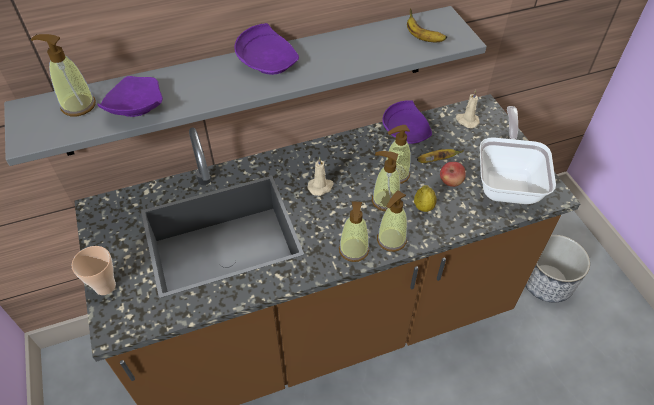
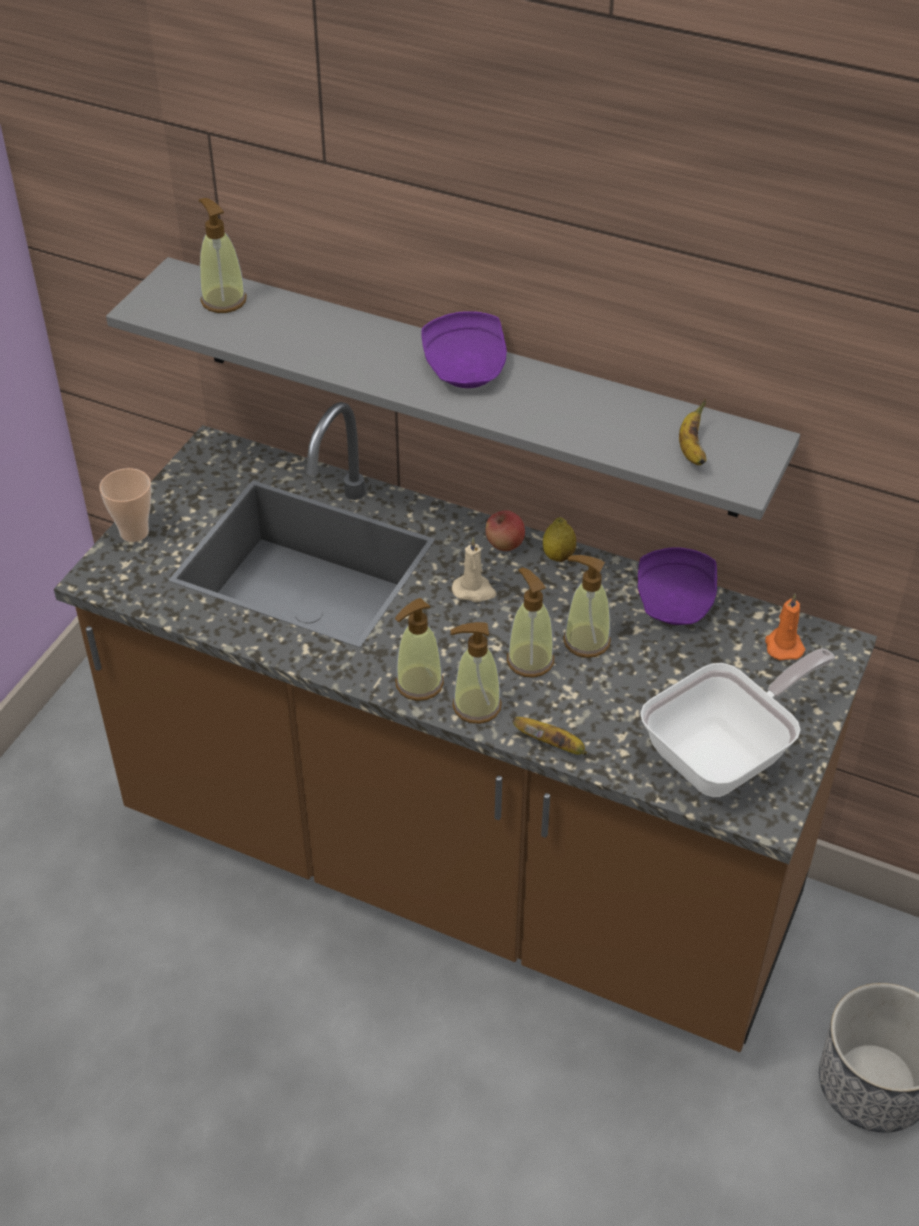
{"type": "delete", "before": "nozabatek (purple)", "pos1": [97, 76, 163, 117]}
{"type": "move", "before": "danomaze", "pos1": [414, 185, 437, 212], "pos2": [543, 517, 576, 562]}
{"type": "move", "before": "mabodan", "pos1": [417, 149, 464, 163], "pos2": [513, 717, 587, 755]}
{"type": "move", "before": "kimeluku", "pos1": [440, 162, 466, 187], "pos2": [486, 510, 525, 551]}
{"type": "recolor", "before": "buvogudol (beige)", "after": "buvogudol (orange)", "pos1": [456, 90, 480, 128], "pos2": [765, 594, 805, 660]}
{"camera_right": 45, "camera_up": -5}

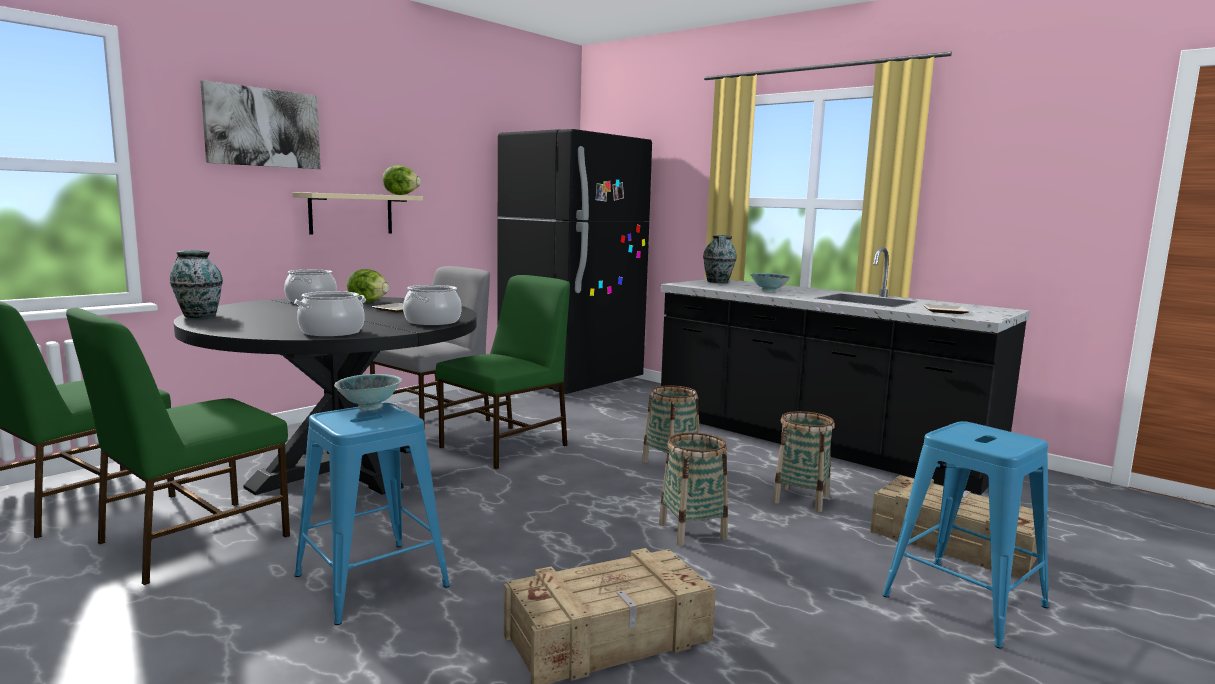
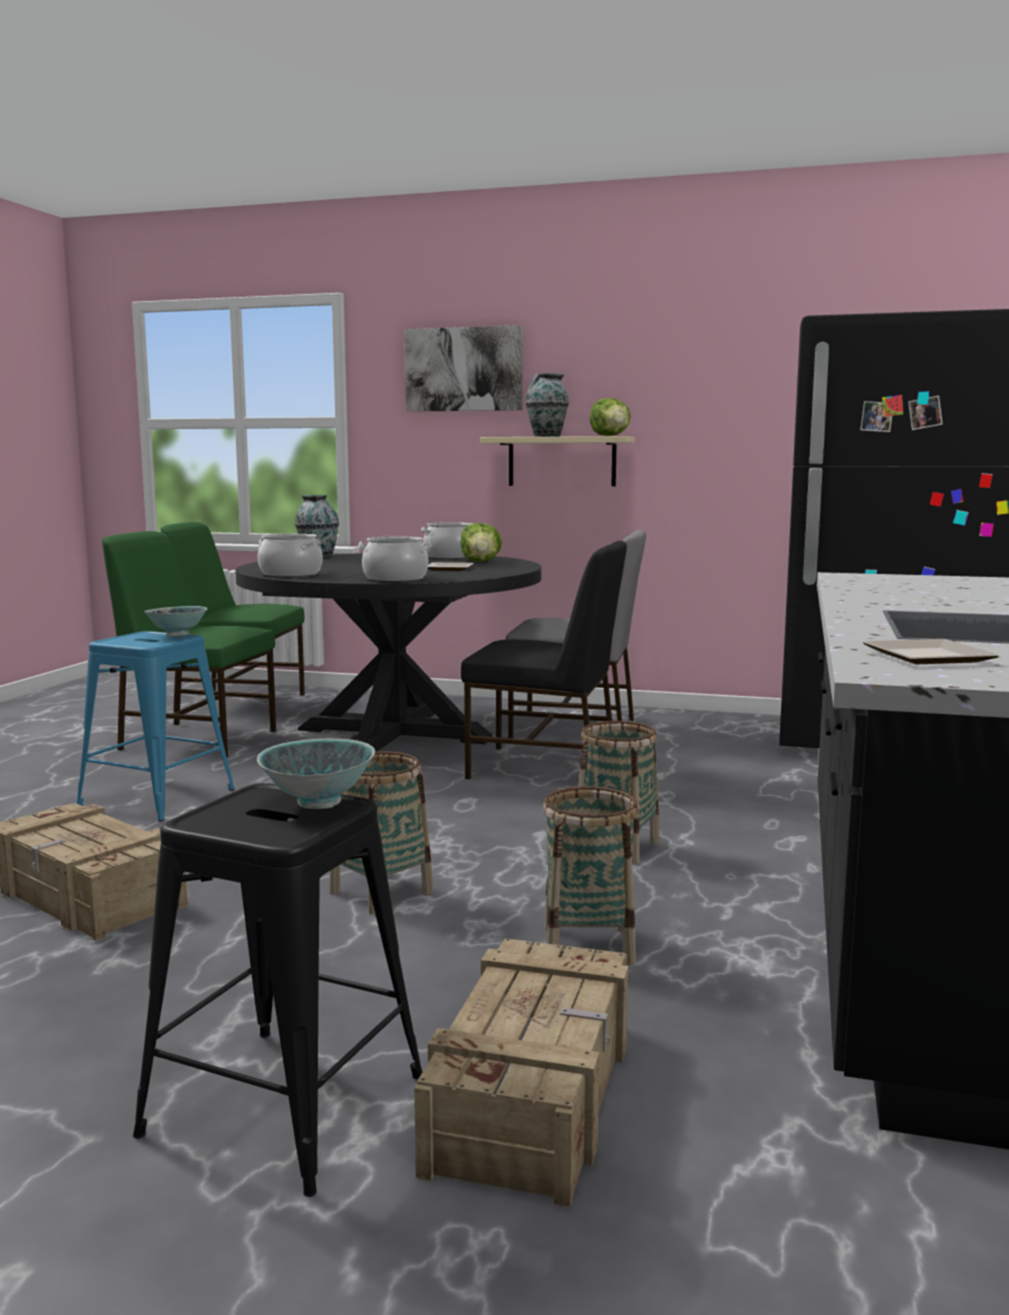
{"type": "move", "before": "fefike", "pos1": [703, 235, 737, 283], "pos2": [525, 373, 569, 437]}
{"type": "move", "before": "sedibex", "pos1": [750, 273, 791, 292], "pos2": [257, 739, 375, 809]}
{"type": "recolor", "before": "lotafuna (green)", "after": "lotafuna (black)", "pos1": [436, 275, 570, 469], "pos2": [461, 541, 627, 779]}
{"type": "recolor", "before": "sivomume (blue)", "after": "sivomume (black)", "pos1": [883, 421, 1049, 649], "pos2": [133, 783, 422, 1197]}
{"camera_right": 65, "camera_up": 0}

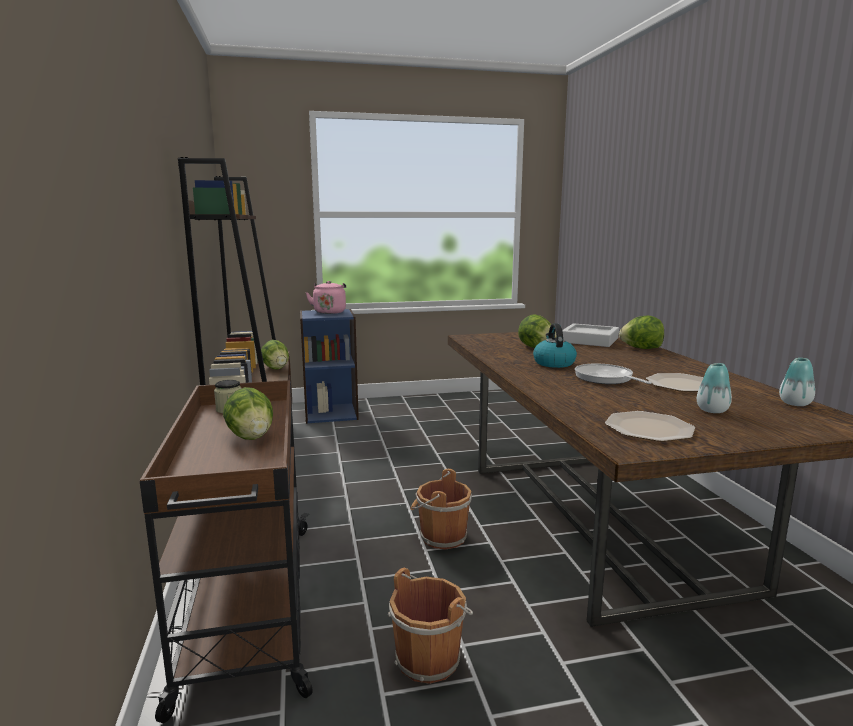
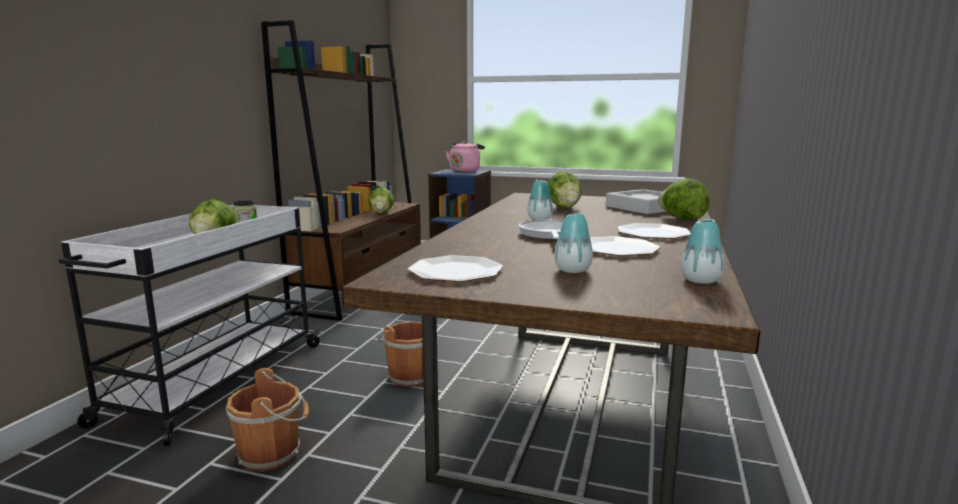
{"type": "insert", "after": "nozabatek", "pos2": [618, 223, 691, 239]}
{"type": "replace", "before": "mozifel", "after": "fefike", "pos1": [533, 323, 577, 368], "pos2": [527, 180, 553, 220]}
{"type": "recolor", "before": "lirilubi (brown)", "after": "lirilubi (white)", "pos1": [140, 380, 313, 723], "pos2": [59, 204, 321, 446]}
{"camera_right": 30, "camera_up": 0}

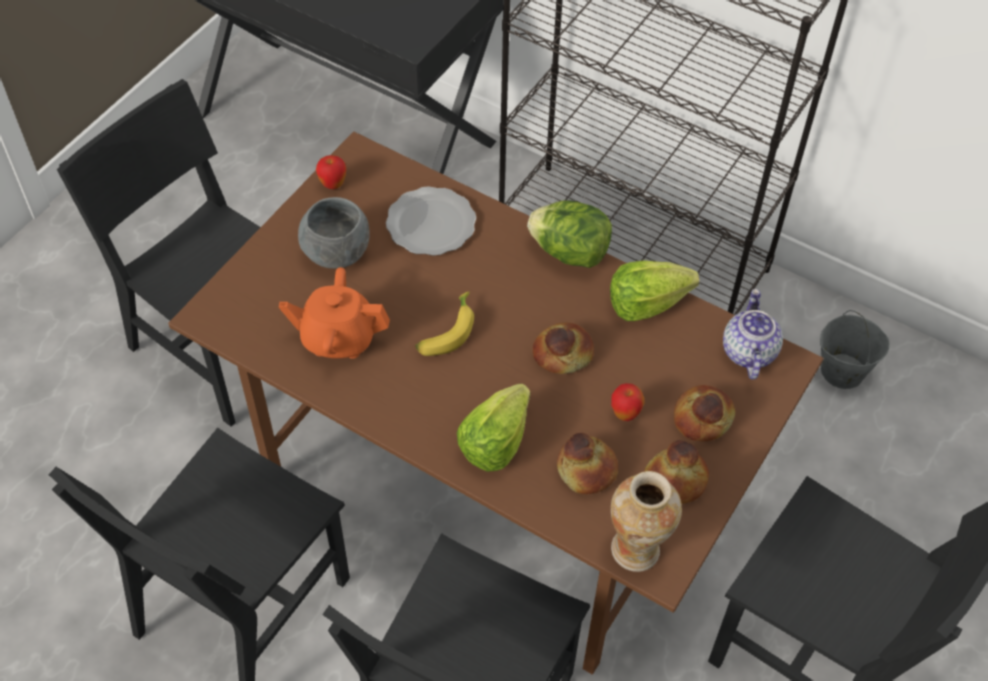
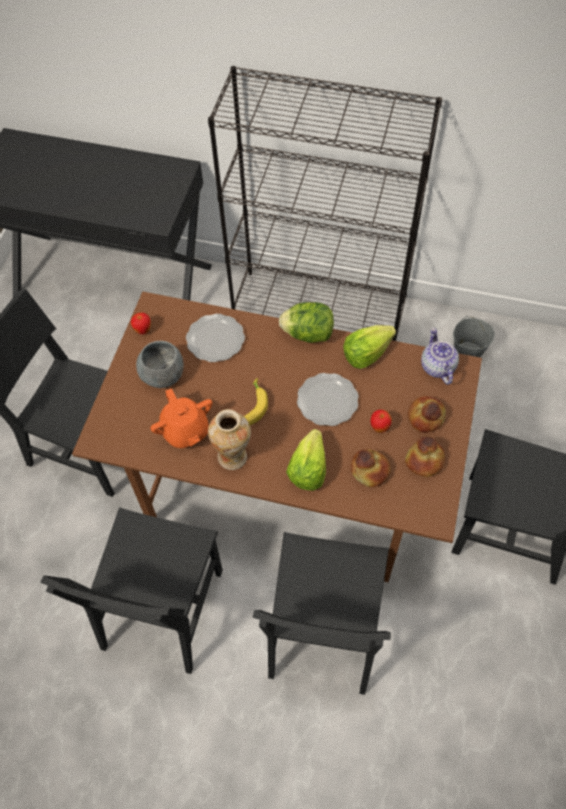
{"type": "move", "before": "fefike", "pos1": [611, 471, 682, 572], "pos2": [208, 409, 251, 470]}
{"type": "replace", "before": "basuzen", "after": "nozabatek", "pos1": [533, 322, 594, 374], "pos2": [297, 373, 359, 426]}
{"type": "rotate", "before": "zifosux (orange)", "pos1": [279, 267, 390, 359], "pos2": [150, 388, 213, 448], "turn": -105}
{"camera_right": -15, "camera_up": 5}

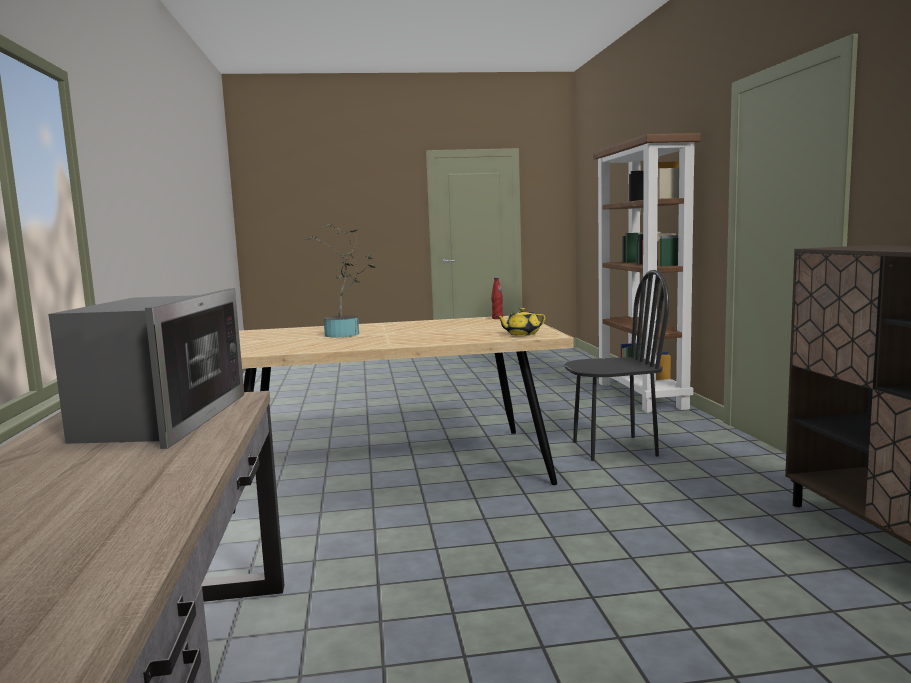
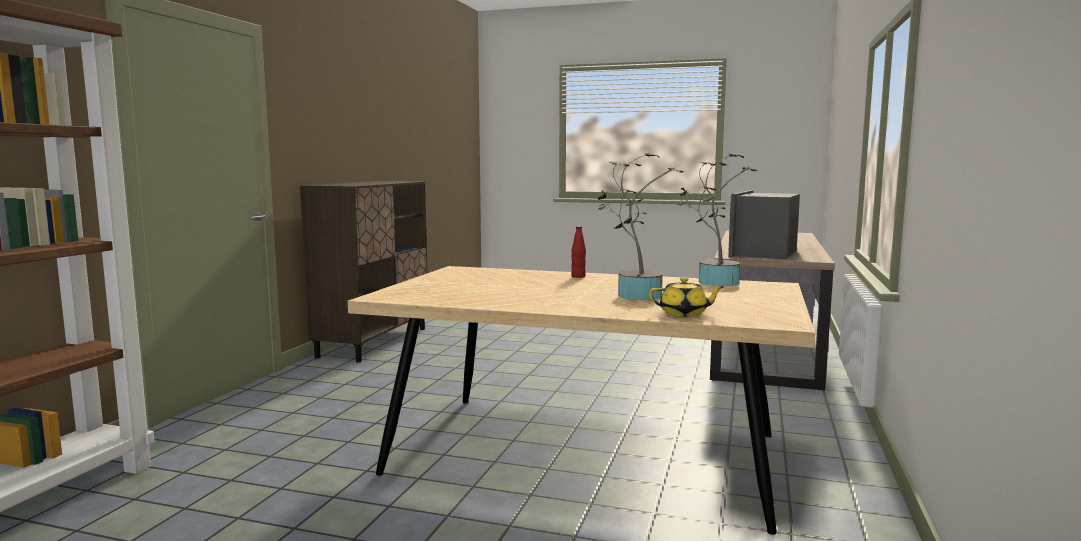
{"type": "delete", "before": "lotafuna (black)", "pos1": [564, 270, 669, 461]}
{"type": "insert", "after": "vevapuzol", "pos2": [678, 153, 757, 286]}
{"type": "move", "before": "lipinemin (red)", "pos1": [491, 278, 503, 319], "pos2": [571, 226, 586, 278]}
{"type": "move", "before": "zifosux (yellow)", "pos1": [497, 308, 546, 336], "pos2": [649, 278, 725, 317]}
{"camera_right": -155, "camera_up": 0}

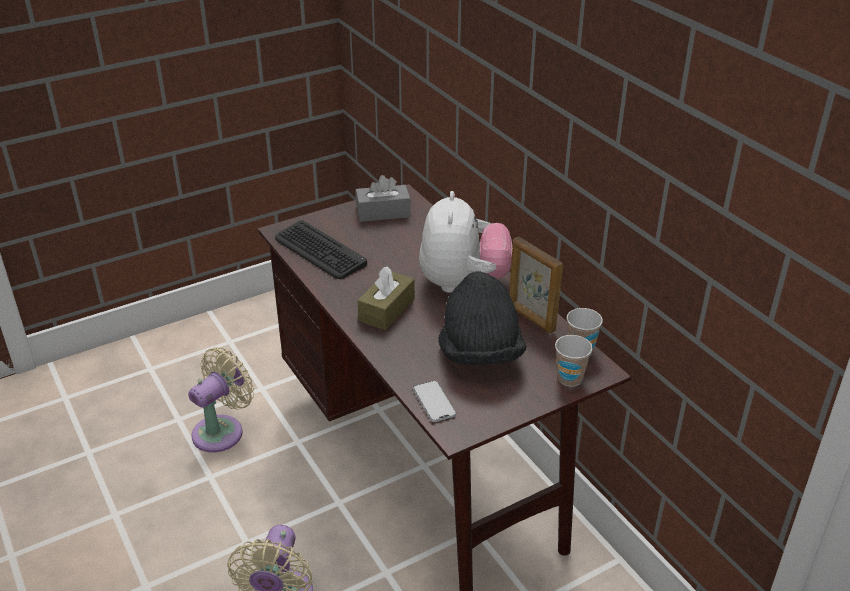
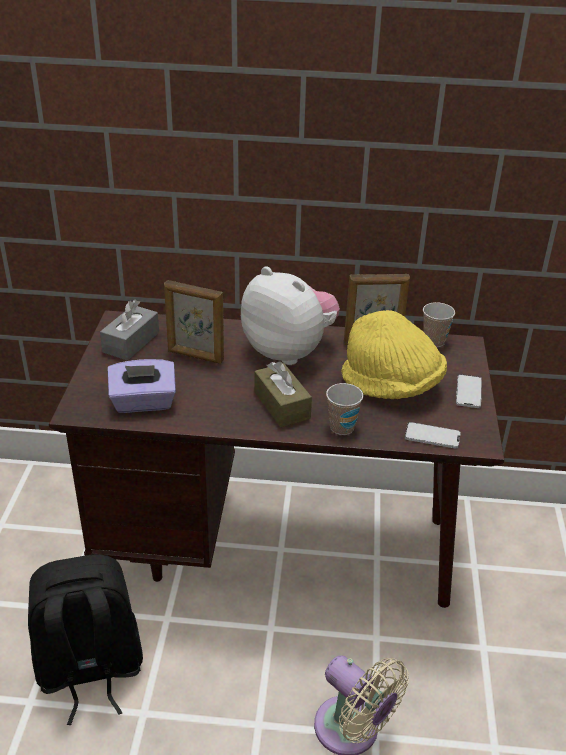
{"type": "insert", "after": "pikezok", "pos2": [164, 280, 224, 364]}
{"type": "insert", "after": "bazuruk", "pos2": [456, 374, 482, 408]}
{"type": "move", "before": "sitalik", "pos1": [555, 335, 593, 387], "pos2": [326, 383, 363, 435]}
{"type": "replace", "before": "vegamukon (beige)", "after": "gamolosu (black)", "pos1": [188, 347, 254, 452], "pos2": [28, 554, 143, 725]}
{"type": "replace", "before": "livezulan", "after": "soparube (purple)", "pos1": [275, 220, 367, 279], "pos2": [108, 359, 176, 413]}
{"type": "recolor", "before": "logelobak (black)", "after": "logelobak (yellow)", "pos1": [438, 271, 527, 365], "pos2": [341, 310, 447, 399]}
{"camera_right": -55, "camera_up": 0}

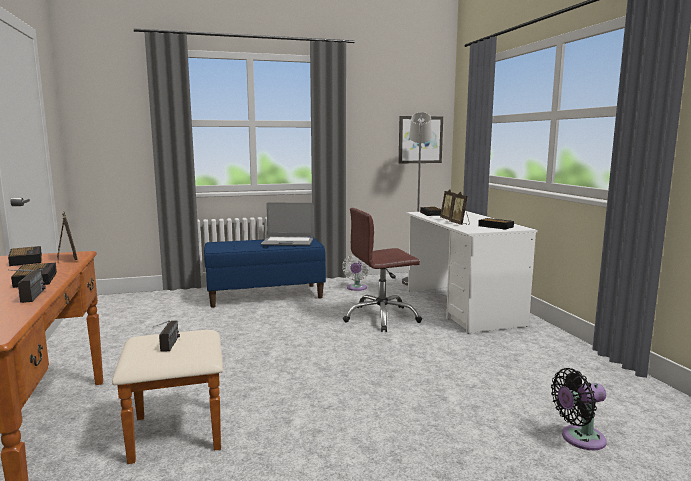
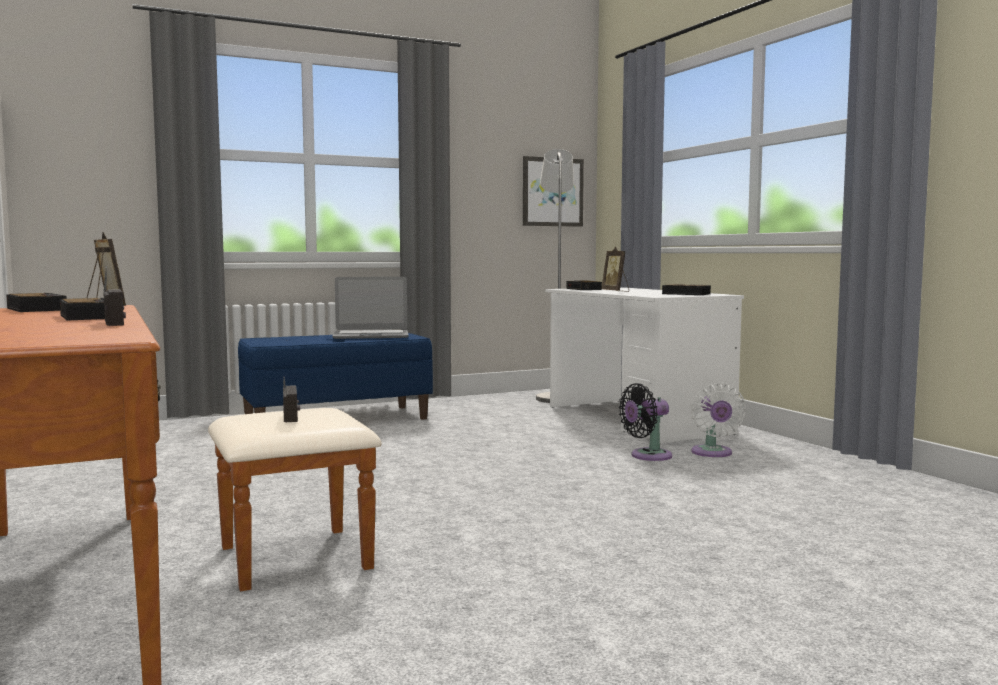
{"type": "delete", "before": "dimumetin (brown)", "pos1": [343, 208, 422, 332]}
{"type": "delete", "before": "pikezok", "pos1": [450, 191, 470, 225]}
{"type": "move", "before": "vegamukon (white)", "pos1": [342, 254, 370, 291], "pos2": [691, 383, 746, 457]}
{"type": "move", "before": "vegamukon (black)", "pos1": [551, 368, 607, 450], "pos2": [619, 383, 672, 461]}
{"camera_right": -10, "camera_up": -5}

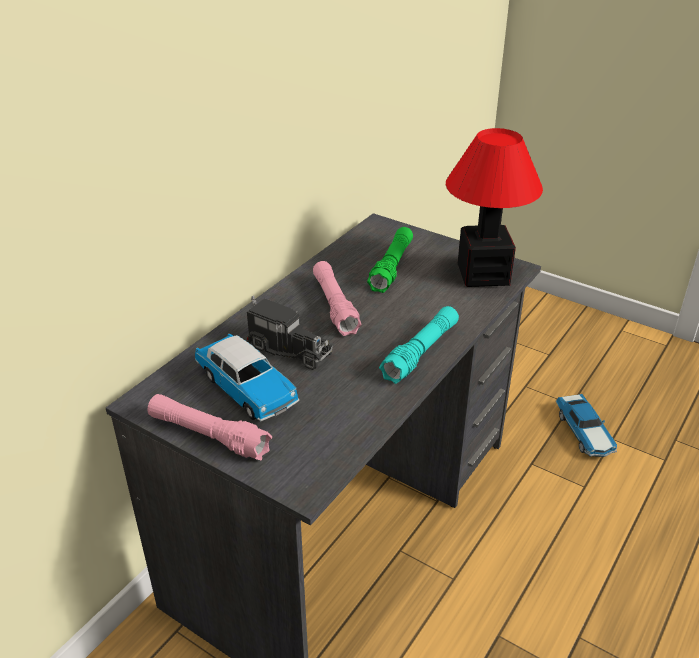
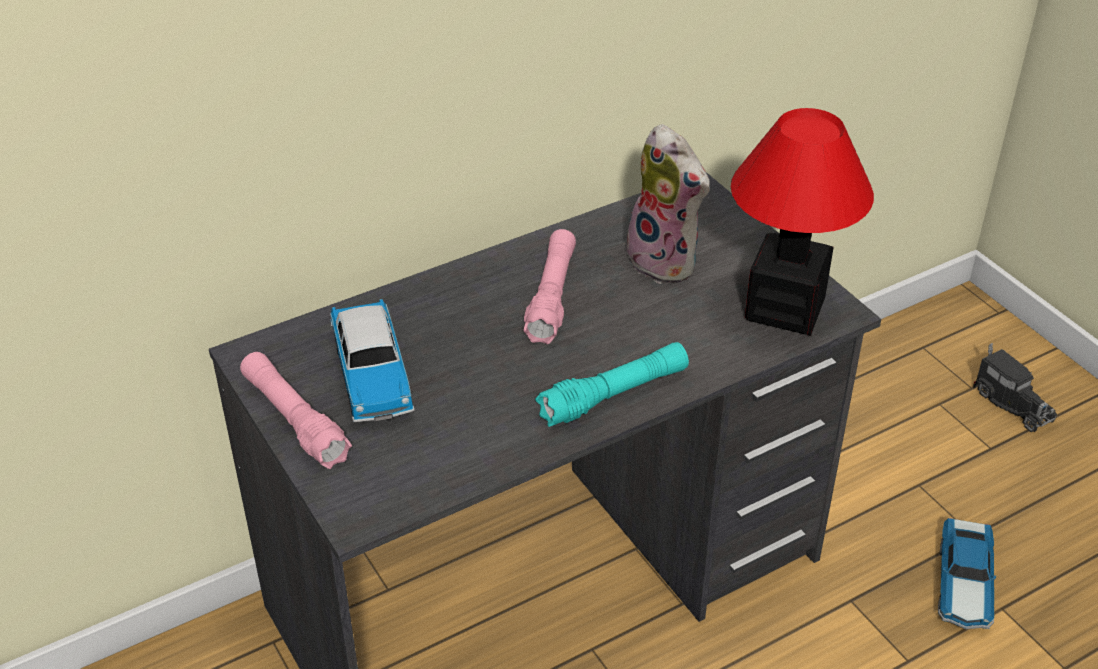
{"type": "move", "before": "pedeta", "pos1": [247, 295, 333, 370], "pos2": [973, 343, 1057, 432]}
{"type": "replace", "before": "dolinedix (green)", "after": "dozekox", "pos1": [367, 227, 413, 293], "pos2": [622, 124, 710, 284]}
{"camera_right": 25, "camera_up": 5}

